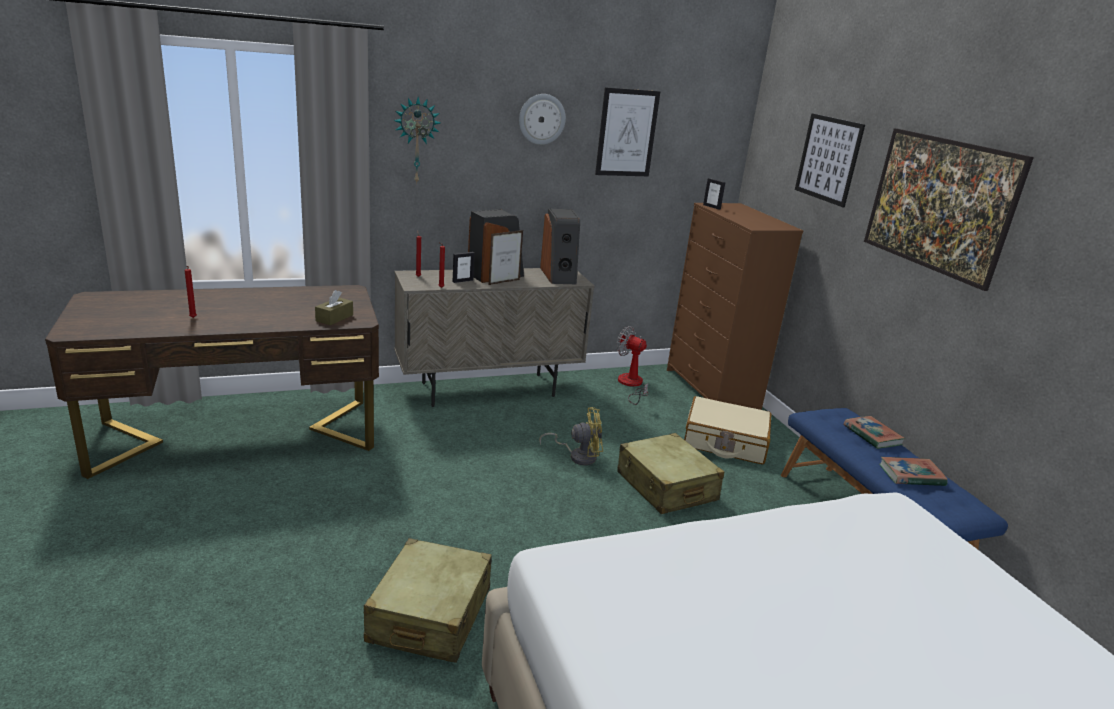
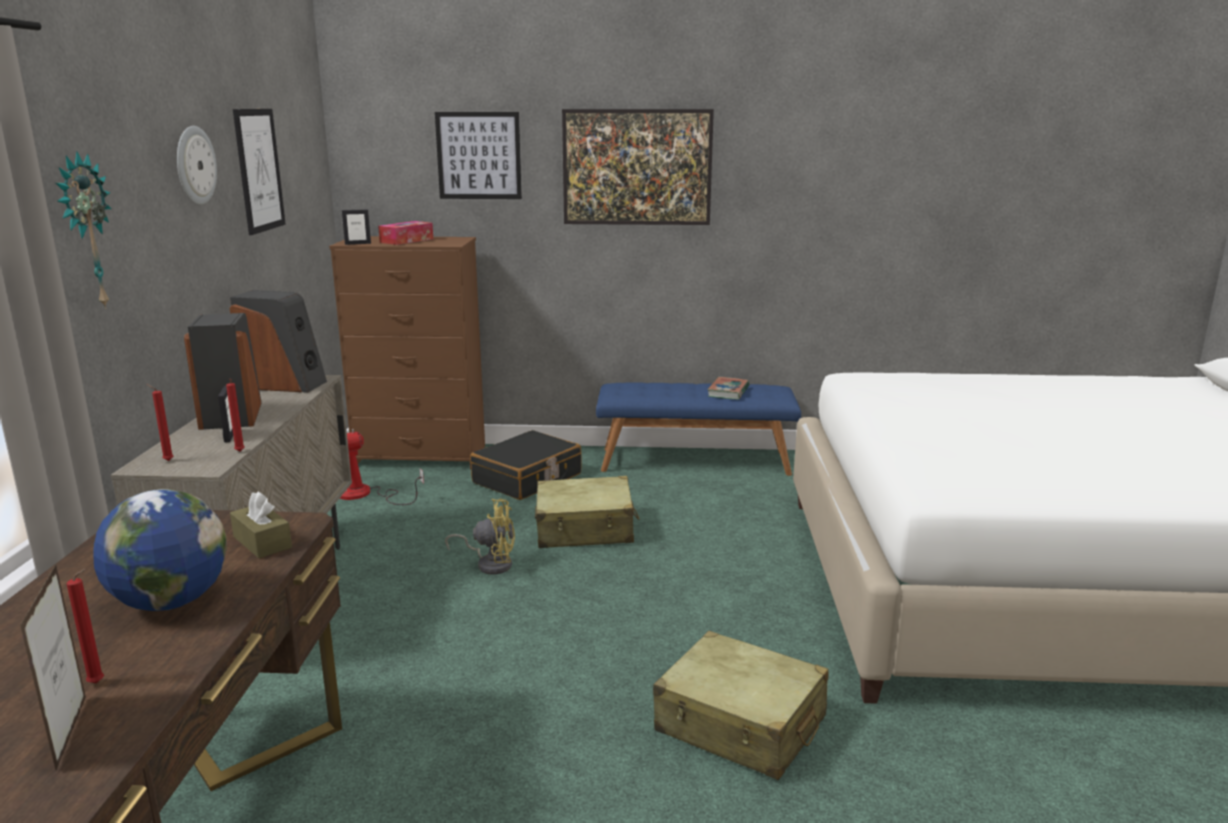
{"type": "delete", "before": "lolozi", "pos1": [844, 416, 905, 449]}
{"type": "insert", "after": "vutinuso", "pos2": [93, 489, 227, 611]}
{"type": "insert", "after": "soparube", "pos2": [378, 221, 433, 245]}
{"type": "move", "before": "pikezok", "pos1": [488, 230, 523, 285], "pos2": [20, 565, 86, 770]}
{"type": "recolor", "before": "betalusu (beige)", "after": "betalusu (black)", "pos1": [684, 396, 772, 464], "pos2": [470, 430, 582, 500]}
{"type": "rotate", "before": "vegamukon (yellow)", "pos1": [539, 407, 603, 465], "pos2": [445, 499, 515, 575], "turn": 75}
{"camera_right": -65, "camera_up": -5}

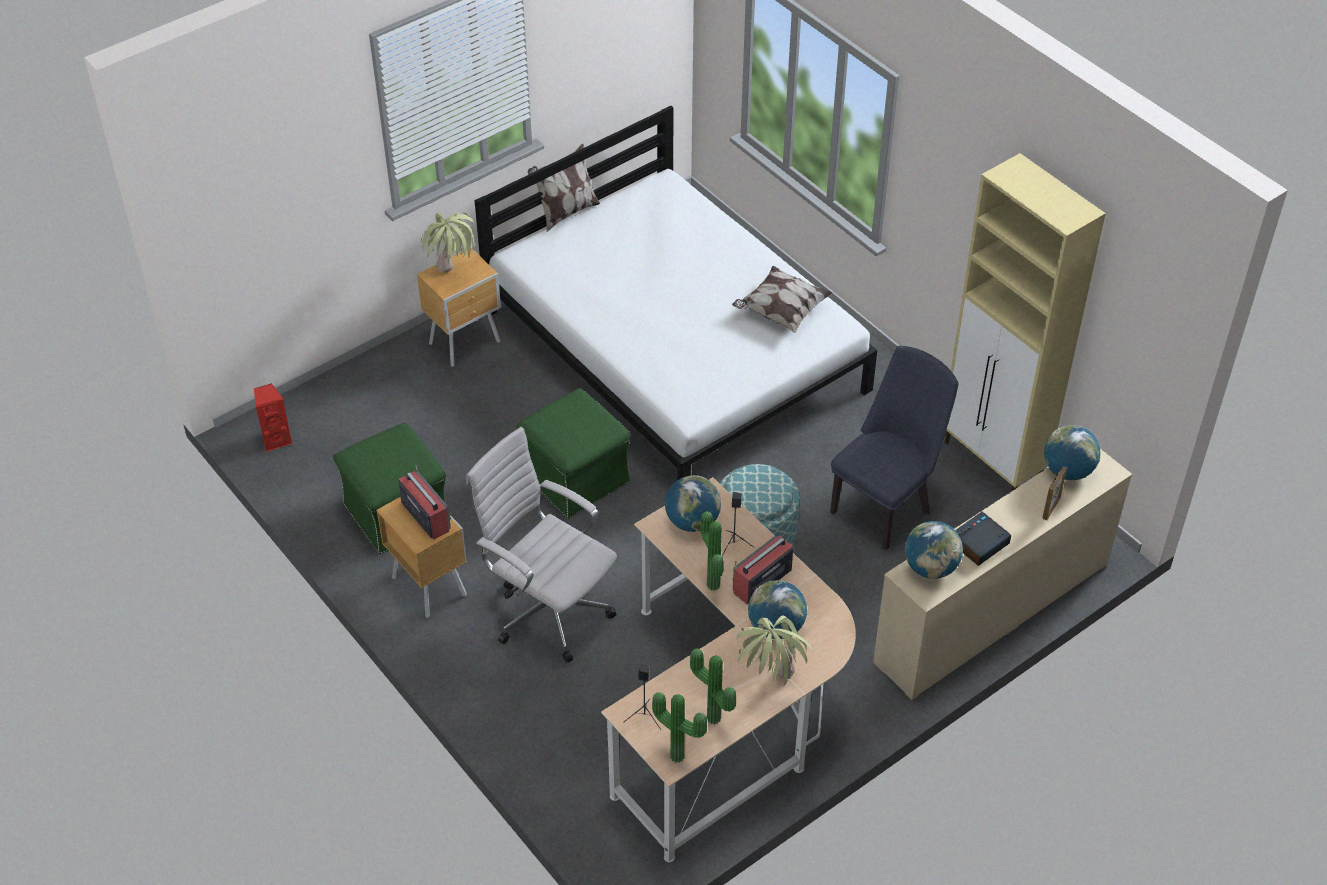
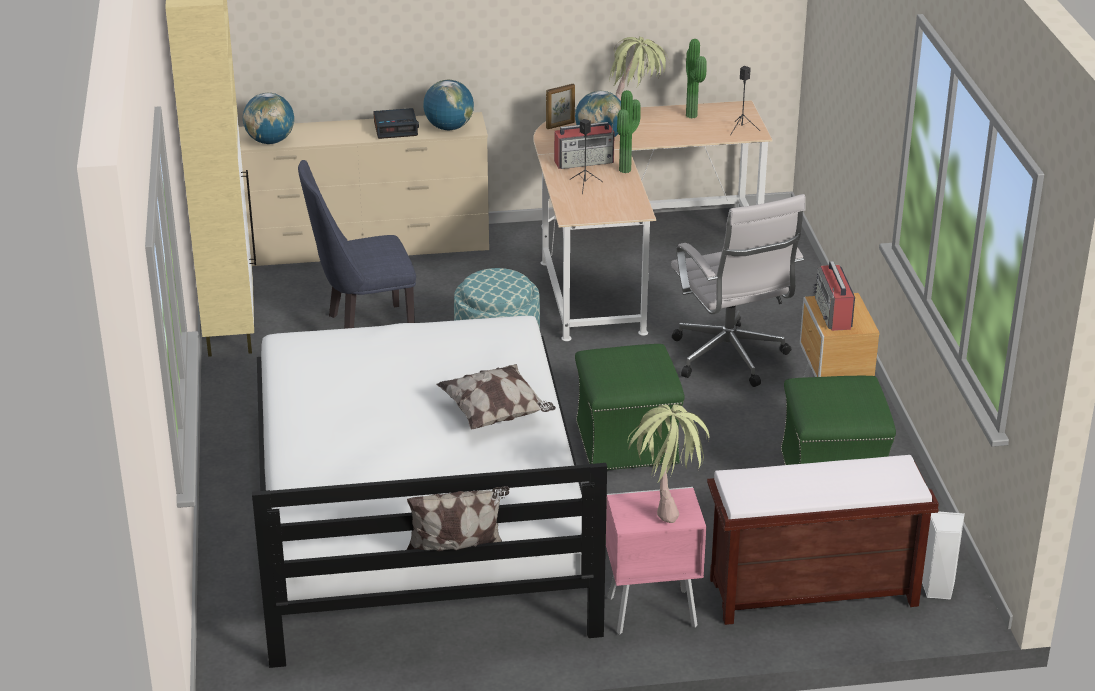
{"type": "delete", "before": "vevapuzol", "pos1": [652, 692, 707, 763]}
{"type": "delete", "before": "vutinuso", "pos1": [665, 475, 721, 532]}
{"type": "insert", "after": "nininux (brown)", "pos2": [707, 455, 939, 625]}
{"type": "move", "before": "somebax", "pos1": [732, 266, 833, 333], "pos2": [436, 364, 556, 429]}
{"type": "move", "before": "pikezok", "pos1": [1043, 466, 1067, 521], "pos2": [546, 84, 575, 129]}
{"type": "recolor", "before": "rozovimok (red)", "after": "rozovimok (white)", "pos1": [254, 383, 293, 452], "pos2": [922, 511, 965, 600]}
{"type": "recolor", "before": "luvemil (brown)", "after": "luvemil (pink)", "pos1": [417, 248, 501, 367], "pos2": [606, 487, 706, 635]}
{"camera_right": -150, "camera_up": -15}

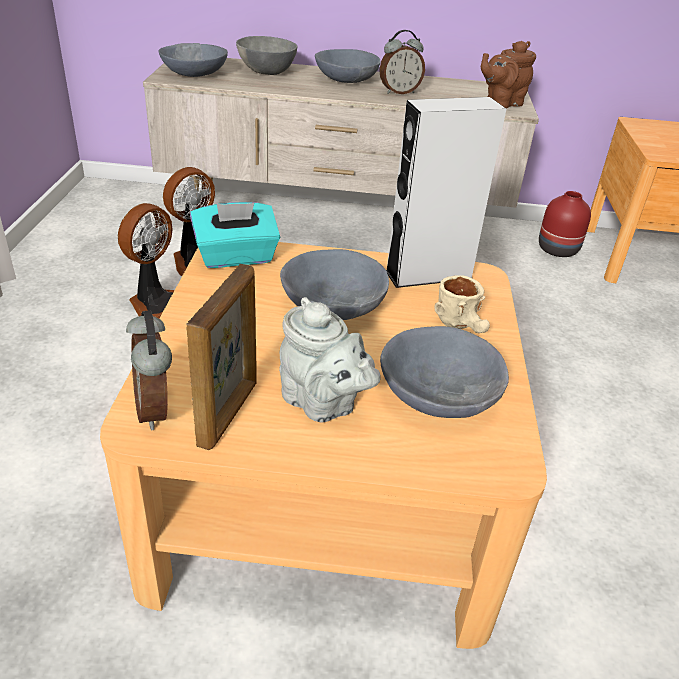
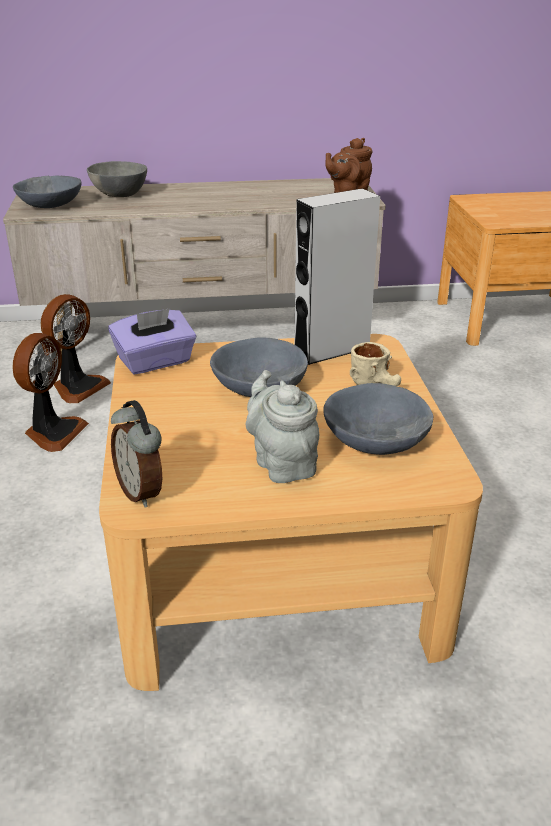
{"type": "delete", "before": "pikezok", "pos1": [186, 264, 257, 450]}
{"type": "delete", "before": "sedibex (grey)", "pos1": [315, 49, 380, 83]}
{"type": "delete", "before": "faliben", "pos1": [379, 30, 425, 94]}
{"type": "delete", "before": "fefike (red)", "pos1": [539, 191, 591, 257]}
{"type": "recolor", "before": "soparube (turquoise)", "after": "soparube (purple)", "pos1": [190, 202, 280, 268], "pos2": [109, 308, 196, 375]}
{"type": "rotate", "before": "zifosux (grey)", "pos1": [279, 297, 380, 423], "pos2": [246, 370, 320, 483], "turn": -150}
{"camera_right": -10, "camera_up": -5}

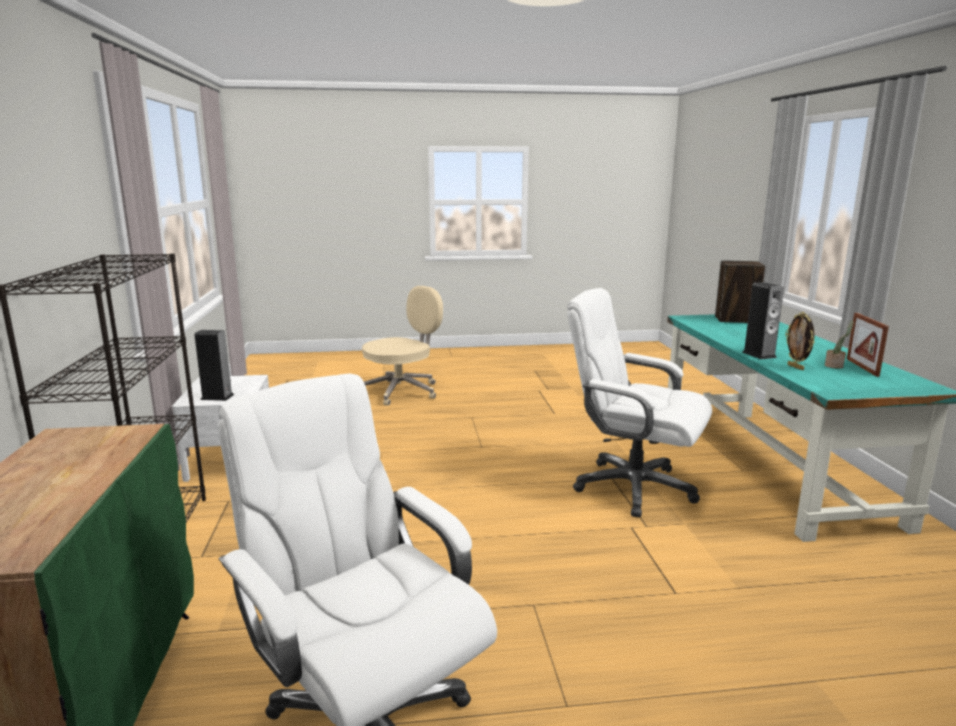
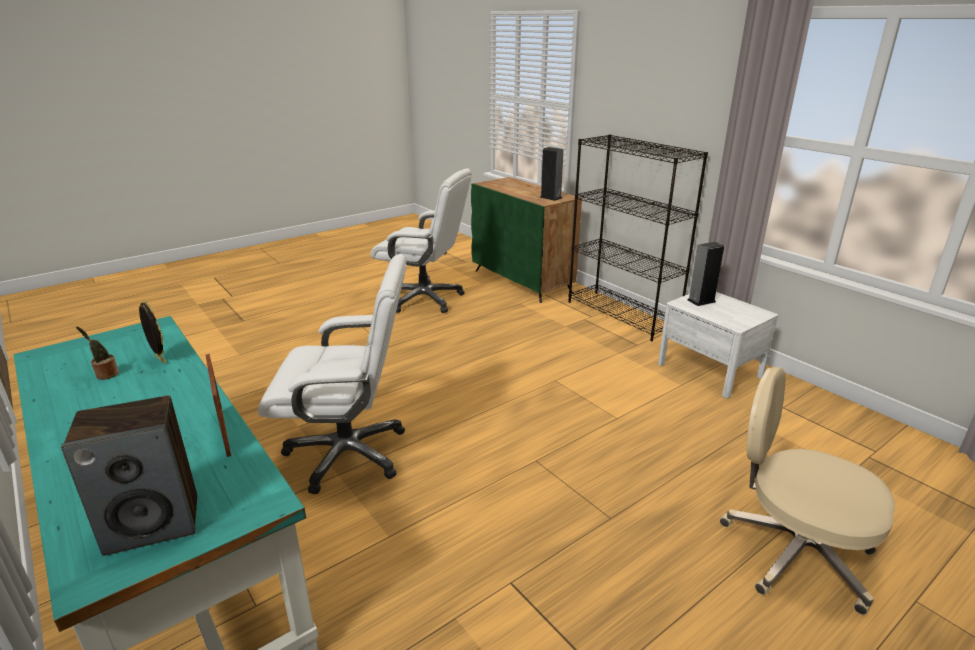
{"type": "move", "before": "rozovimok", "pos1": [743, 282, 784, 359], "pos2": [540, 147, 564, 201]}
{"type": "move", "before": "pikezok", "pos1": [847, 313, 889, 377], "pos2": [206, 354, 231, 457]}
{"type": "rotate", "before": "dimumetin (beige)", "pos1": [362, 286, 443, 406], "pos2": [719, 367, 895, 615], "turn": 105}
{"camera_right": 150, "camera_up": 10}

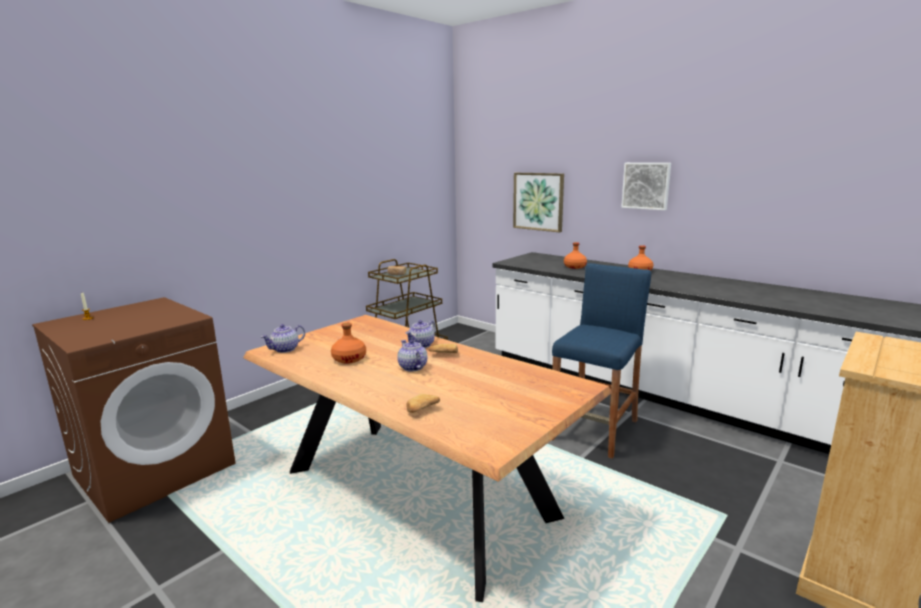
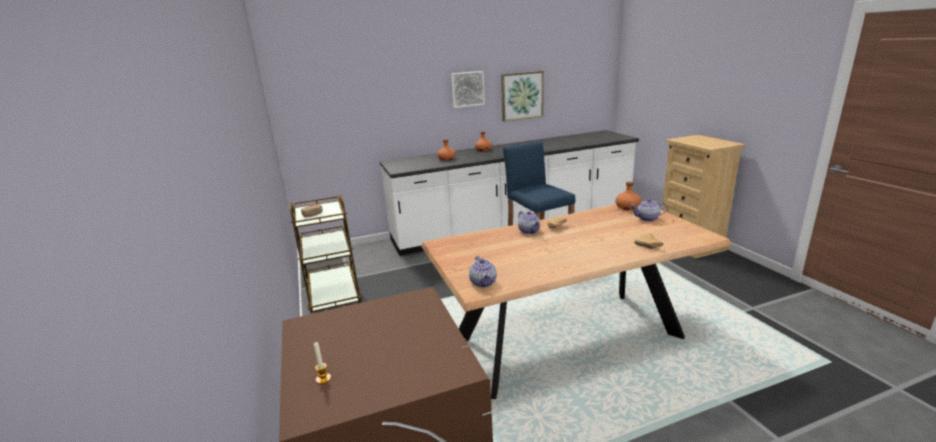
{"type": "move", "before": "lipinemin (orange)", "pos1": [331, 323, 366, 364], "pos2": [615, 181, 641, 210]}
{"type": "move", "before": "zifosux", "pos1": [397, 340, 427, 372], "pos2": [631, 199, 667, 222]}
{"type": "move", "before": "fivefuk", "pos1": [513, 173, 564, 232], "pos2": [501, 71, 544, 122]}
{"camera_right": -60, "camera_up": 5}

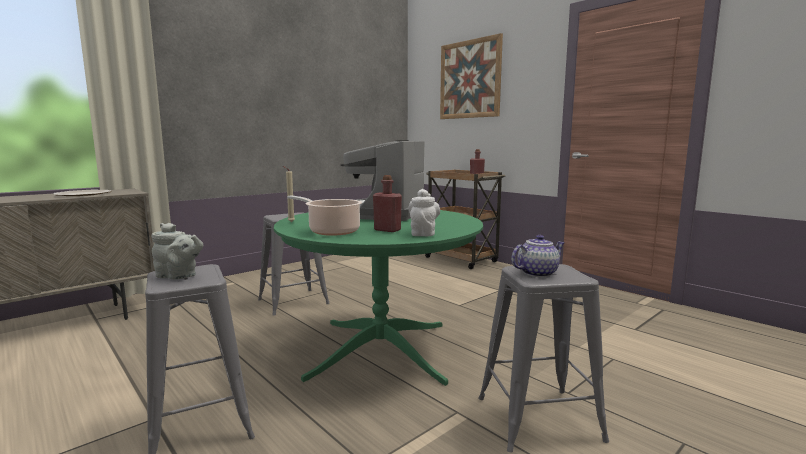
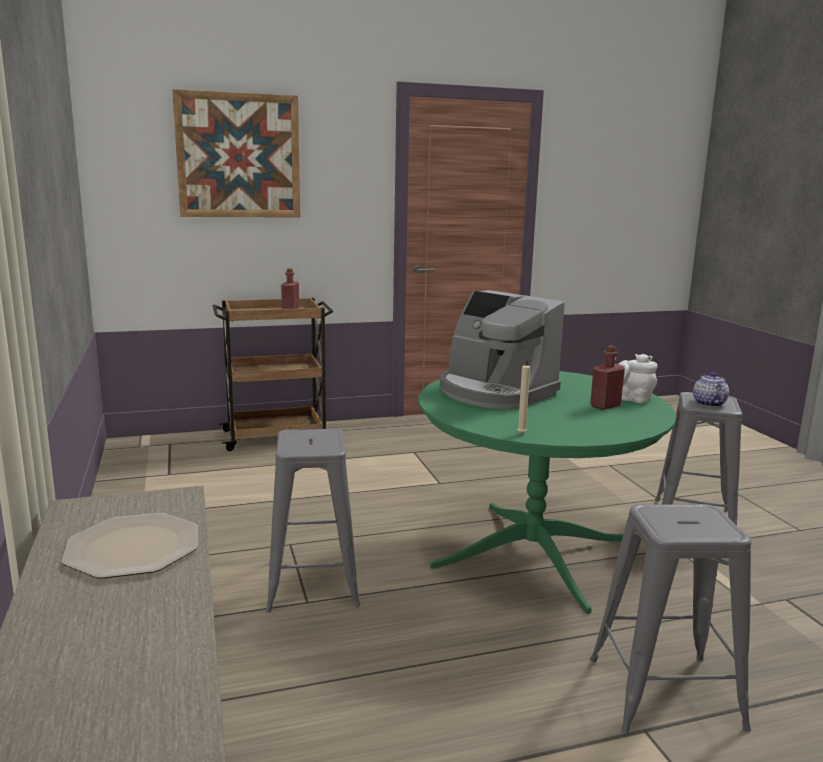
{"type": "delete", "before": "zifosux (grey)", "pos1": [152, 223, 203, 280]}
{"type": "delete", "before": "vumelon", "pos1": [287, 196, 362, 236]}
{"camera_right": -65, "camera_up": 5}

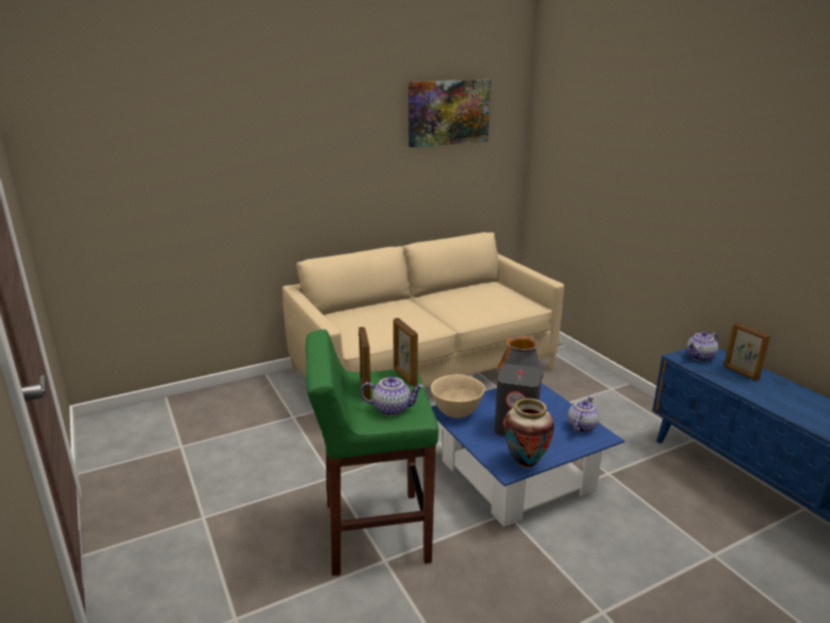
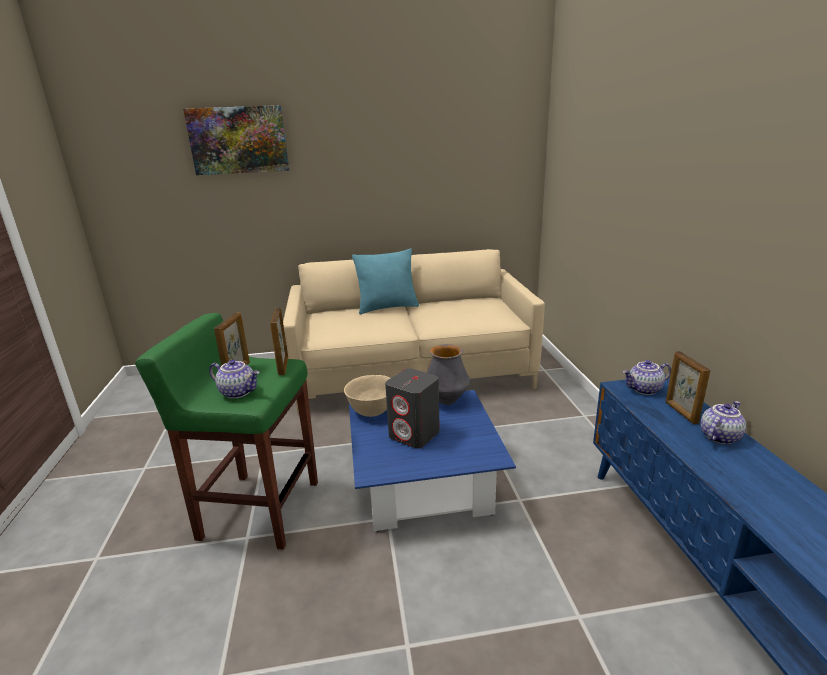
{"type": "delete", "before": "fefike", "pos1": [504, 398, 554, 468]}
{"type": "insert", "after": "somebax (turquoise)", "pos2": [352, 248, 419, 314]}
{"type": "move", "before": "fivefuk", "pos1": [408, 79, 491, 147], "pos2": [183, 105, 289, 175]}
{"type": "move", "before": "zifosux", "pos1": [567, 396, 599, 433], "pos2": [700, 401, 746, 444]}
{"camera_right": 20, "camera_up": 0}

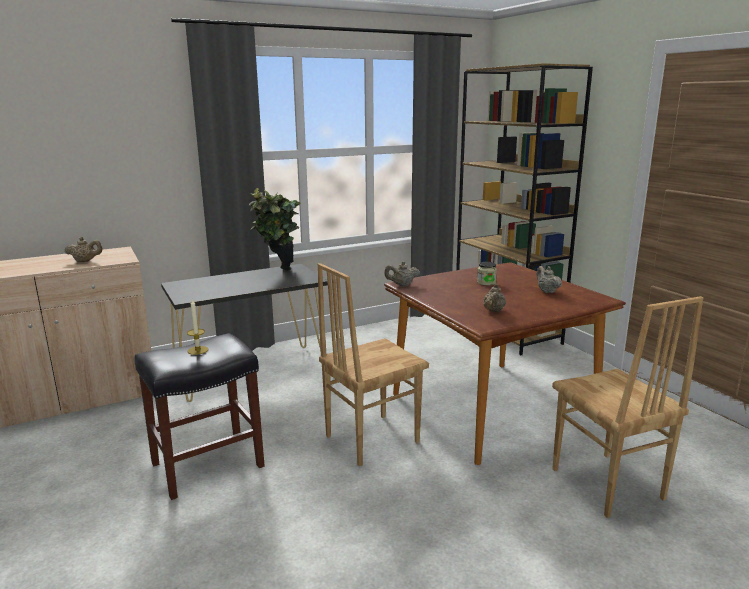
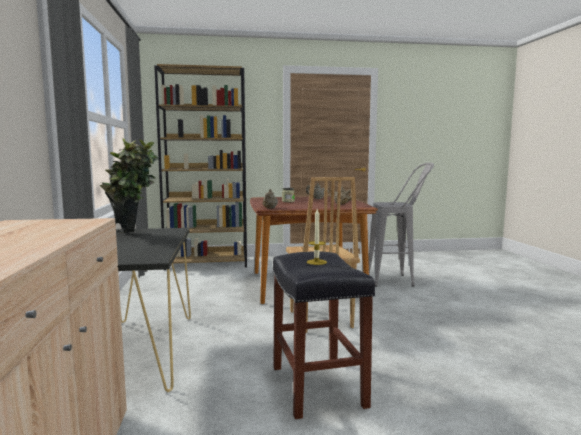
{"type": "delete", "before": "zifosux (beige)", "pos1": [64, 237, 102, 262]}
{"type": "replace", "before": "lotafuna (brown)", "after": "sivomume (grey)", "pos1": [552, 296, 704, 518], "pos2": [369, 163, 434, 287]}
{"camera_right": -70, "camera_up": -10}

